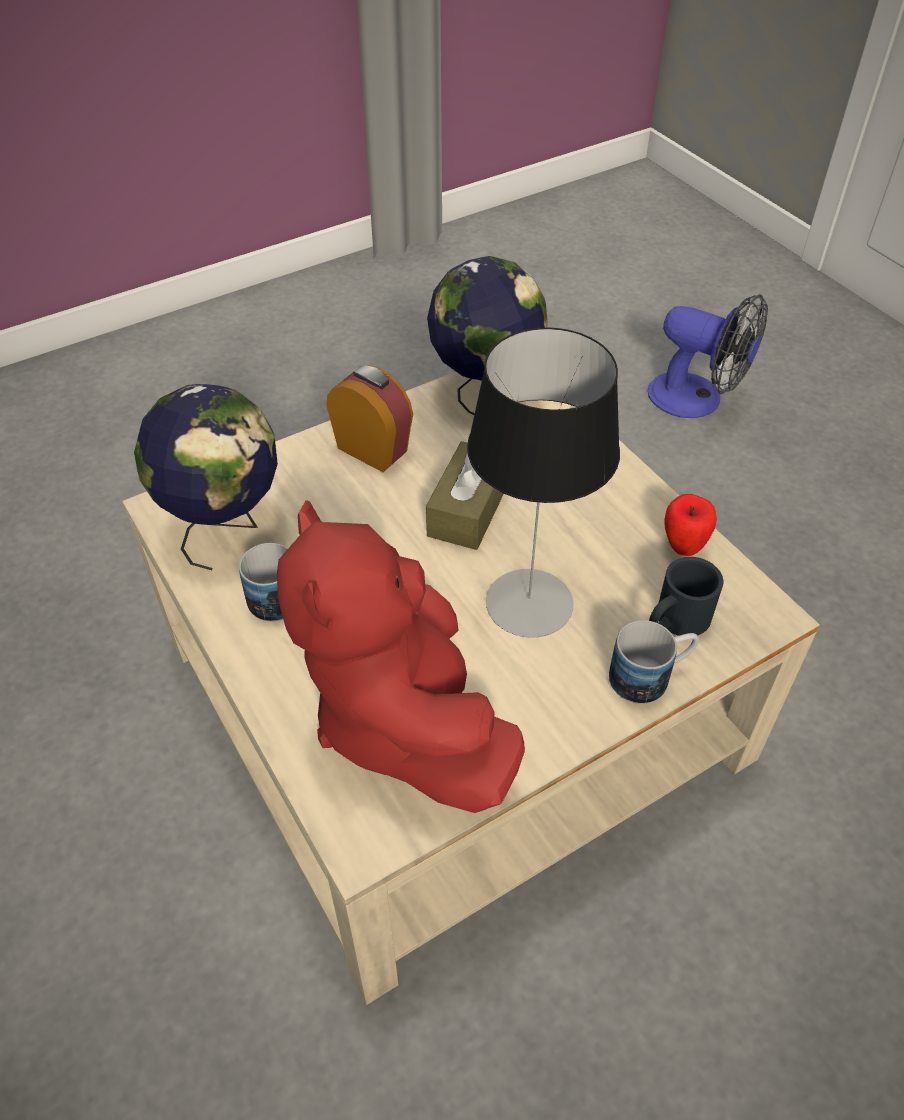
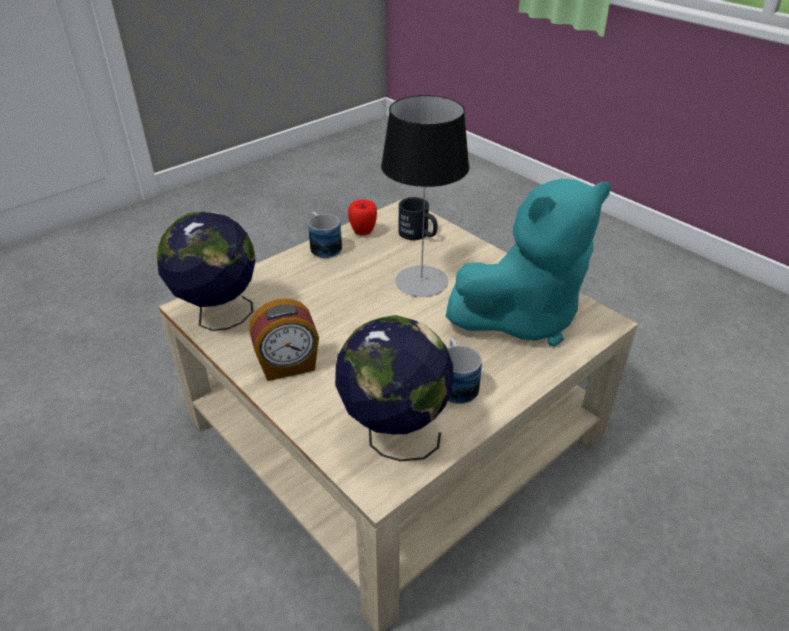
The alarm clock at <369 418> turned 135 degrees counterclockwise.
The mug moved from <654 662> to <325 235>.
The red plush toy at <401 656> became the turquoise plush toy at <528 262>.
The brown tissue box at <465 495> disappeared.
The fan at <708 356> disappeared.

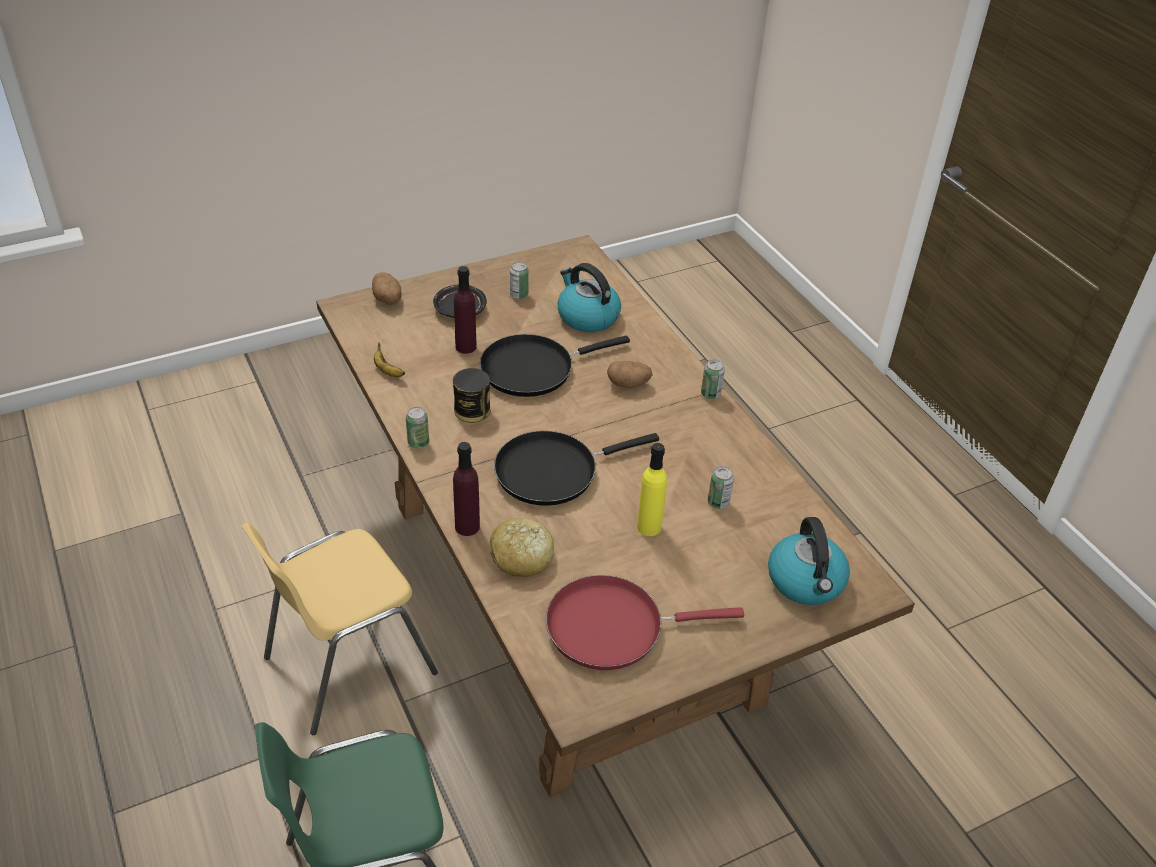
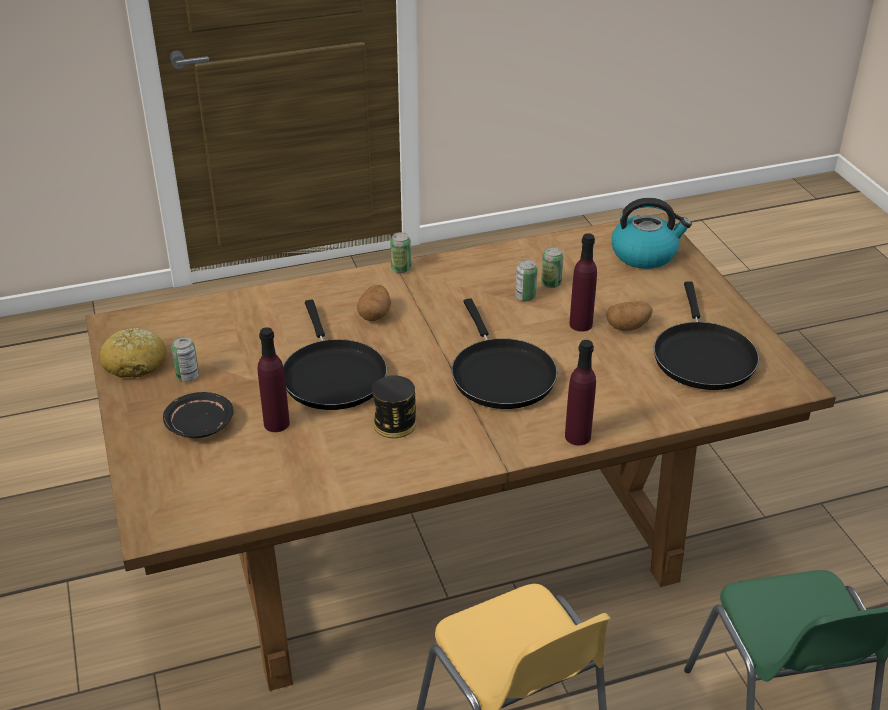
The bread moved from <522 547> to <132 353>.
The can moved from <417 427> to <526 280>.
The yellow bottle at <652 489> became the purple bottle at <583 282>.
The potato moved from <387 288> to <629 316>.
The red frying pan at <645 622> became the black frying pan at <706 335>.
The banana at <389 359> disappeared.
The kettle at <589 297> disappeared.

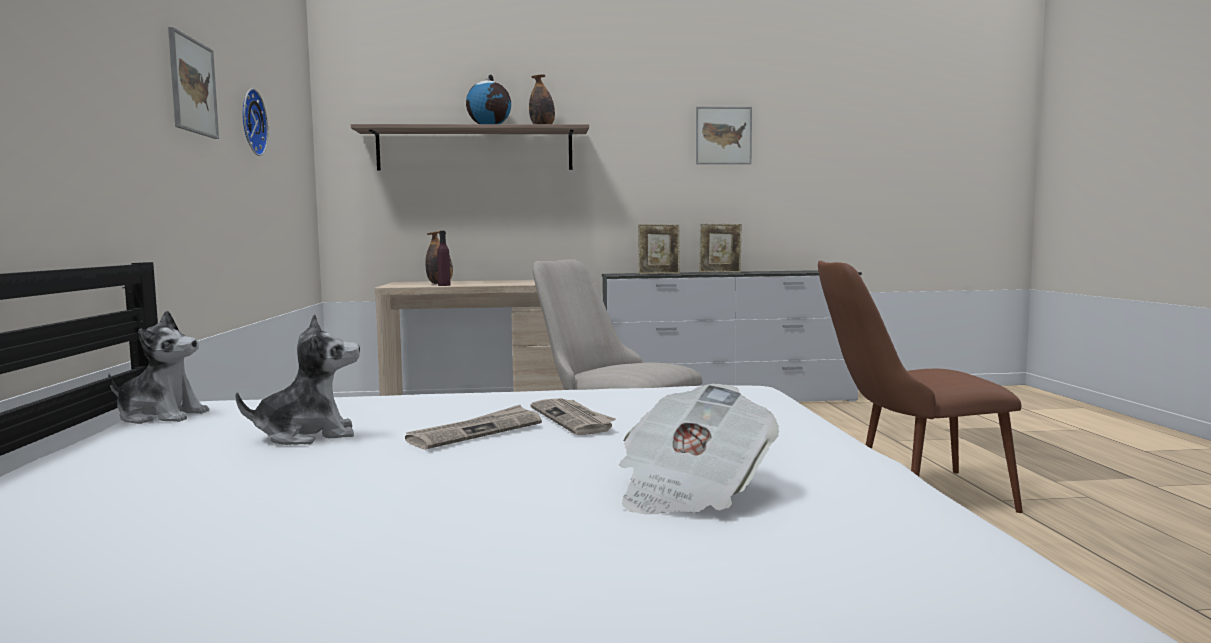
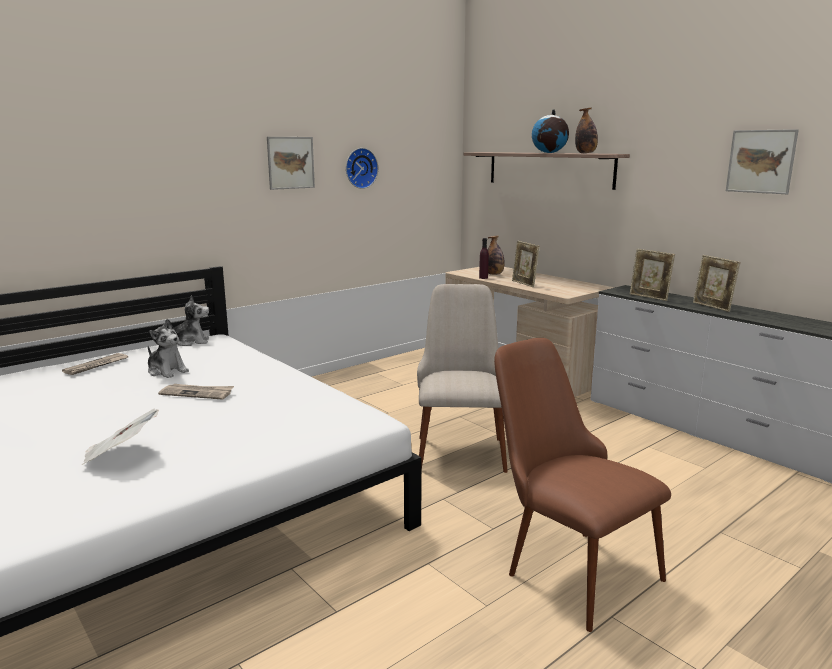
The newspaper moved from <573 416> to <95 364>.
The plush toy at <158 367> turned 75 degrees counterclockwise.
The picture frame at <526 264> appeared.

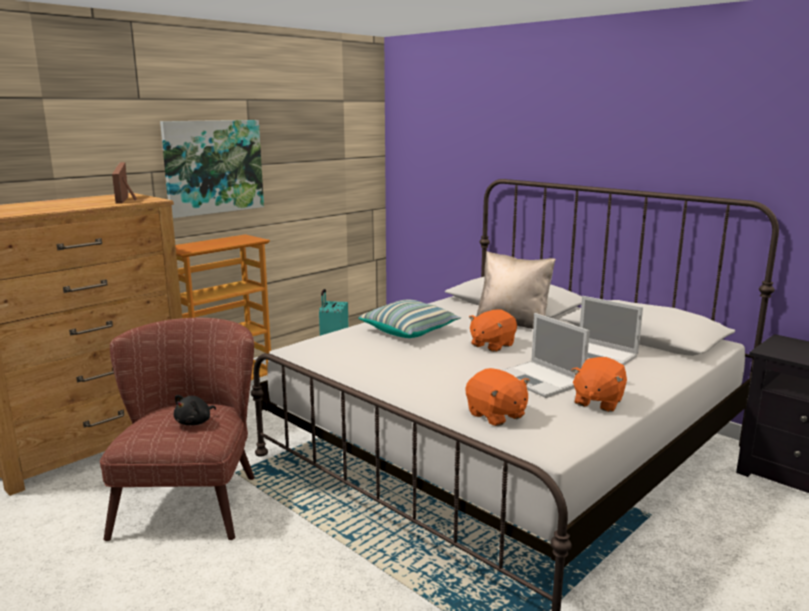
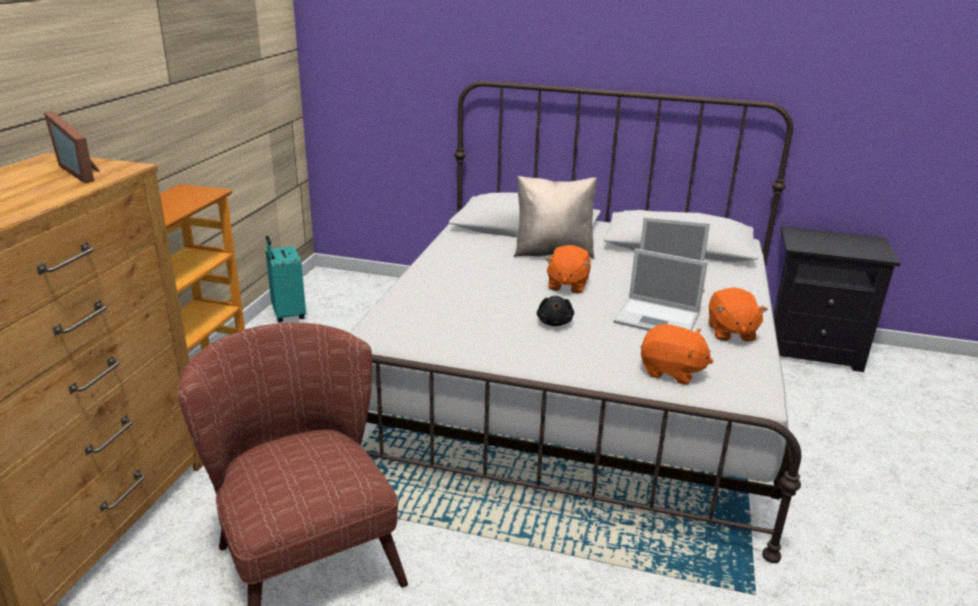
The black plush toy moved from <195 410> to <555 311>.
The picture at <212 169> disappeared.
The pillow at <409 319> disappeared.

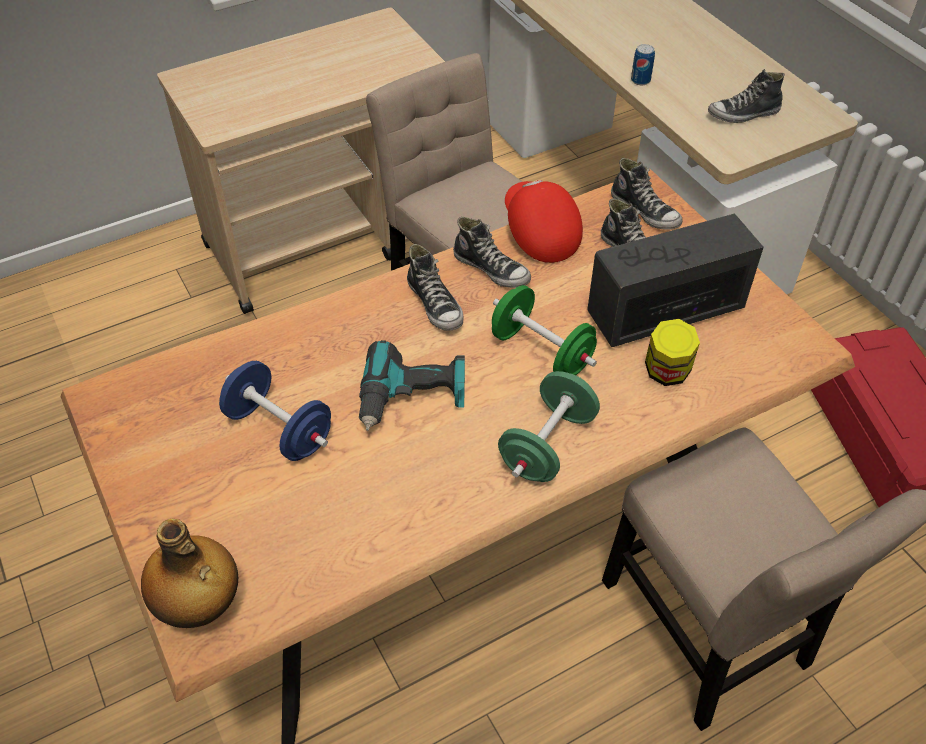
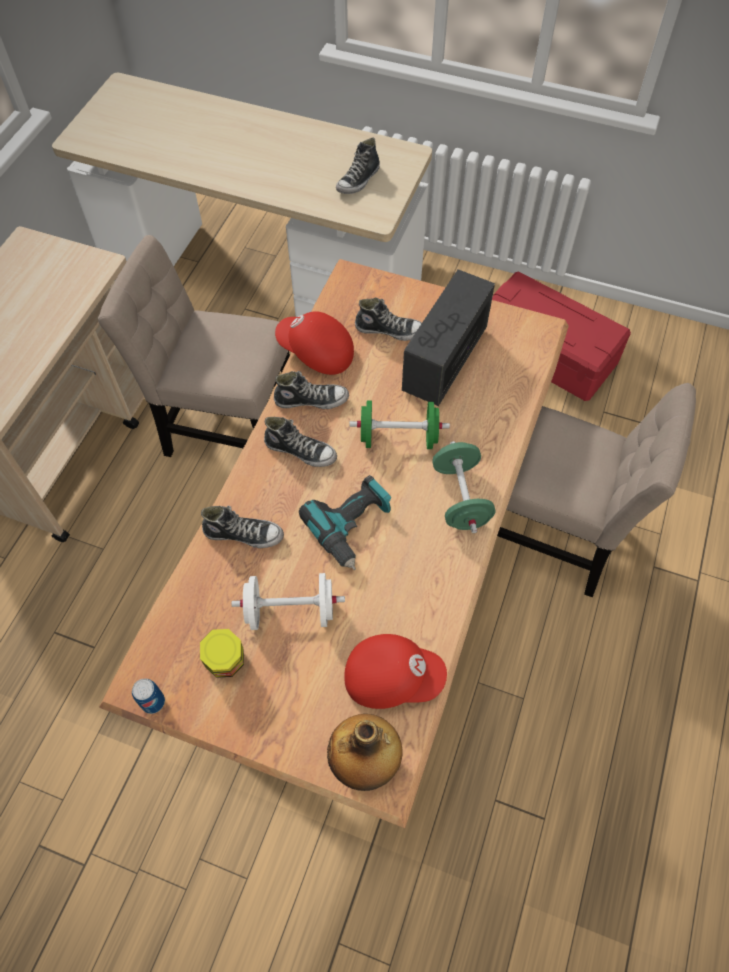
The can moved from <643 64> to <148 696>.
The jar moved from <672 352> to <222 653>.
The shoe moved from <647 194> to <242 527>.
The blue dumbbell at <275 411> became the white dumbbell at <288 601>.
The red cap at <395 671> appeared.

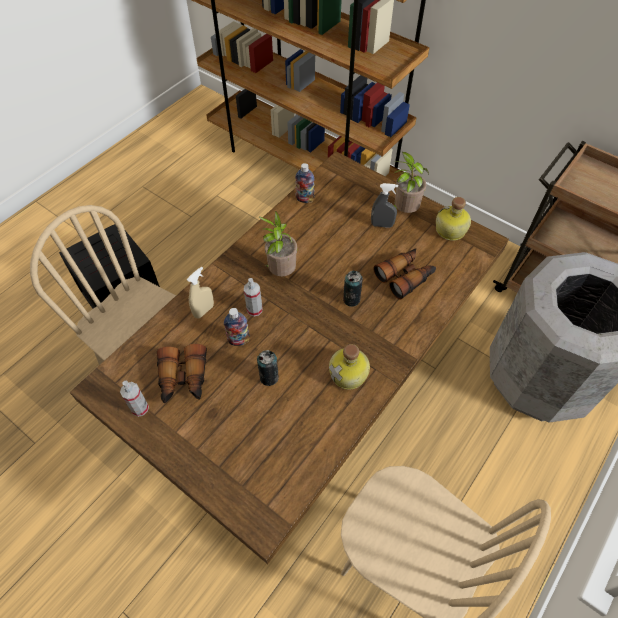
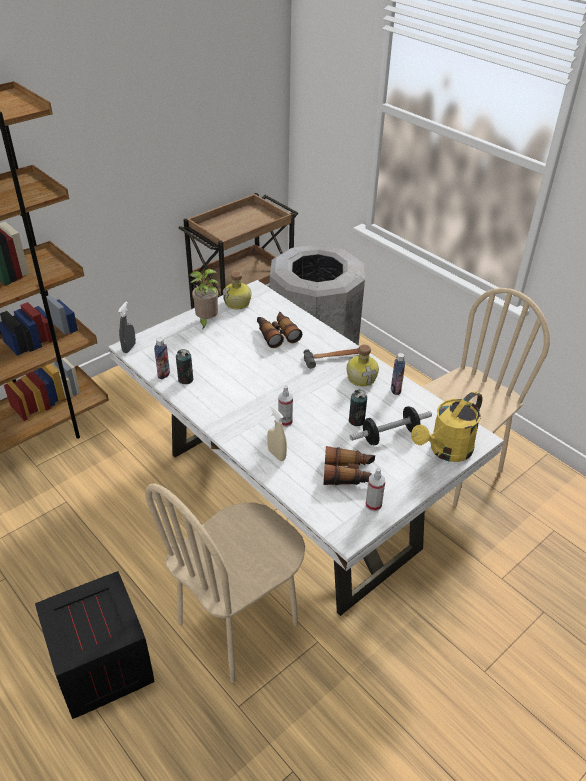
The brown dining table at <289 357> became the white dining table at <306 448>.
The grey spray bottle moved from <384 205> to <127 327>.
The can moved from <353 289> to <184 366>.
The hammer at <331 358> appeared.
The dumbbell at <391 425> appeared.
The bottle moved from <237 327> to <398 374>.
The yellow watering can at <447 426> appeared.
The potted plant at <278 243> disappeared.

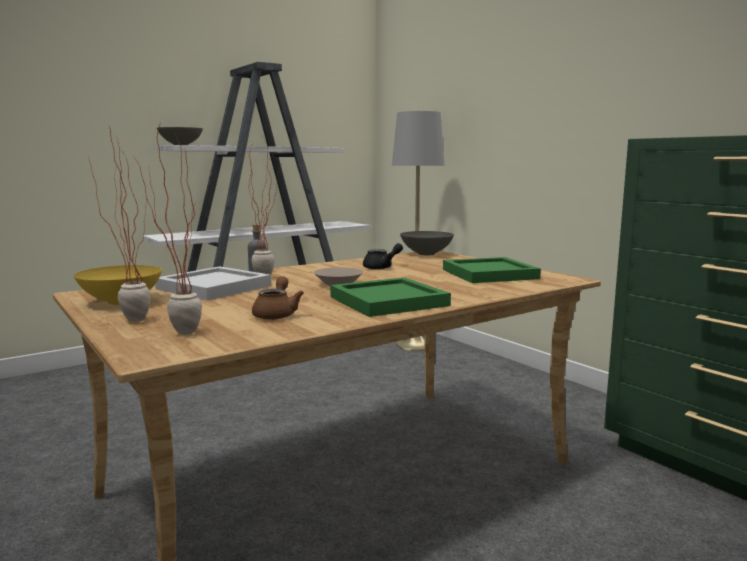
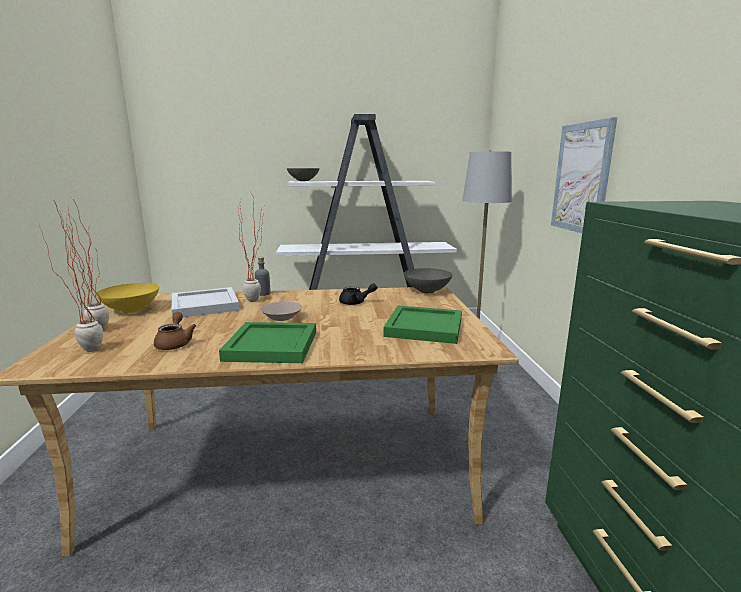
The brown teapot at <278 298> turned 45 degrees counterclockwise.
The picture at <584 175> appeared.

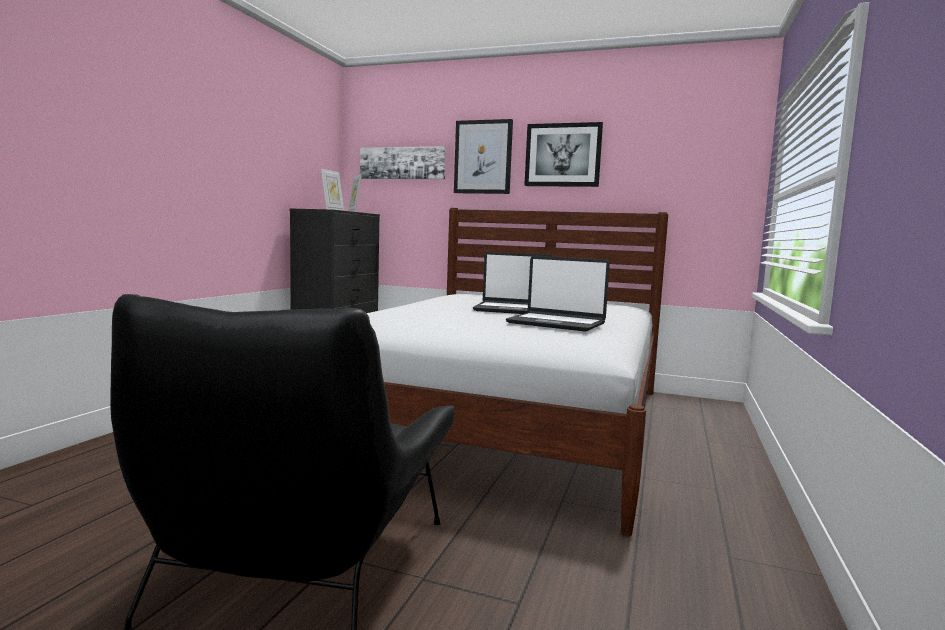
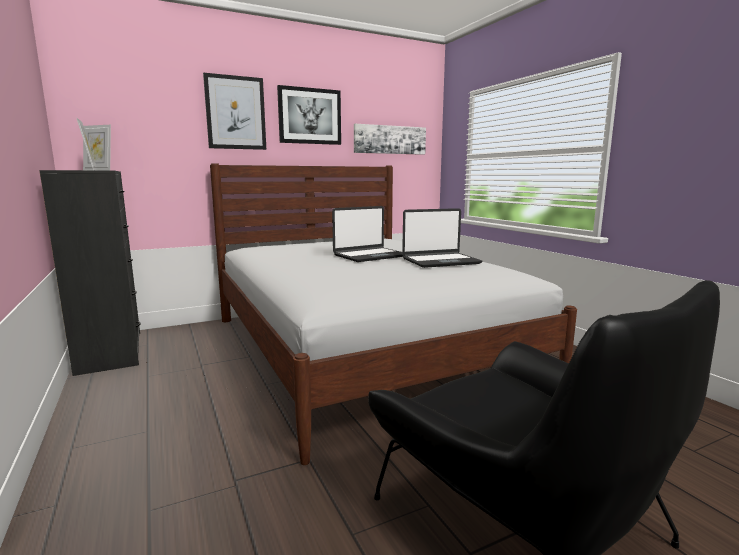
The picture moved from <403 162> to <390 139>.

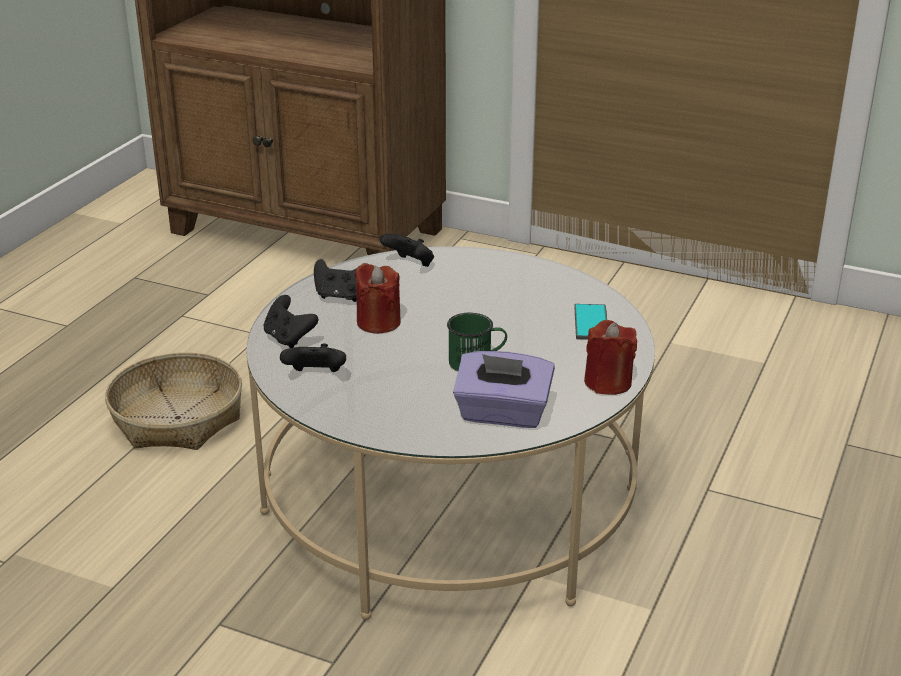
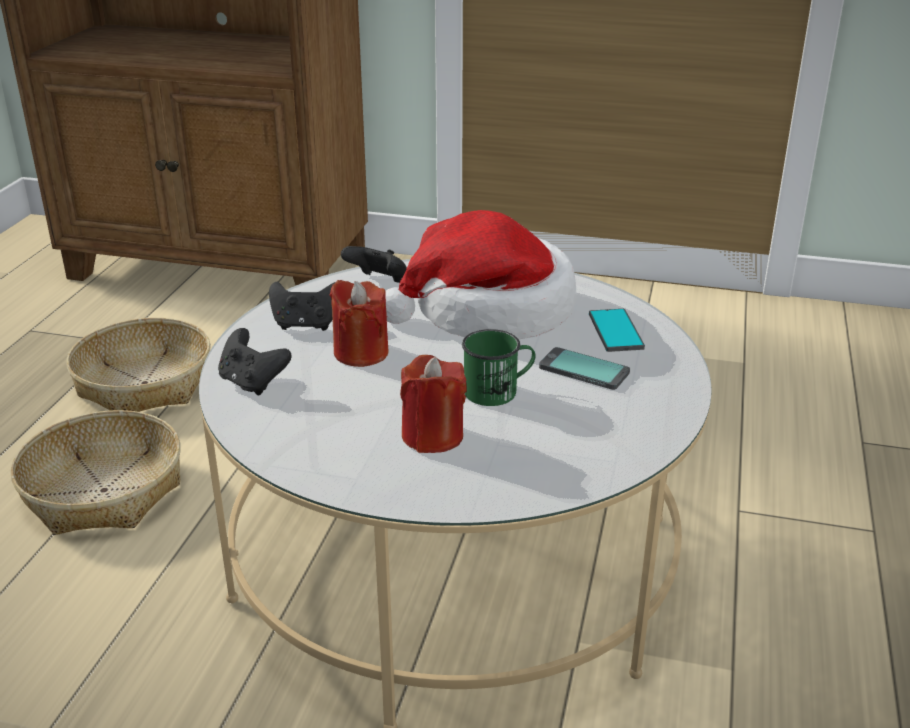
The basket at <138 365> appeared.
The hat at <481 274> appeared.
The red candle moved from <610 357> to <433 404>.
The phone at <584 368> appeared.
The black game controller at <313 358> disappeared.
The purple tissue box at <504 389> disappeared.

